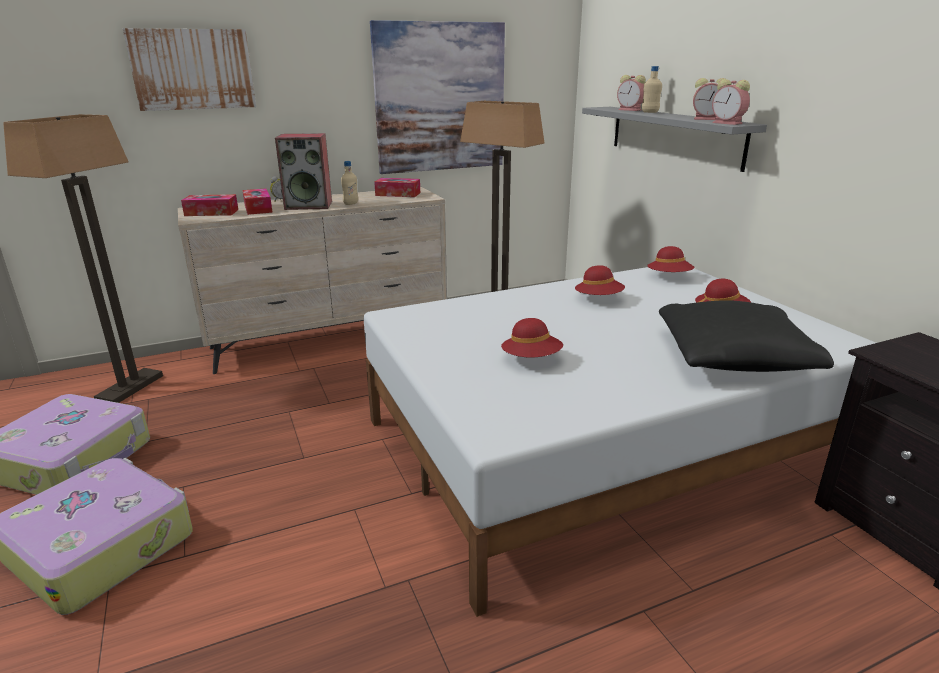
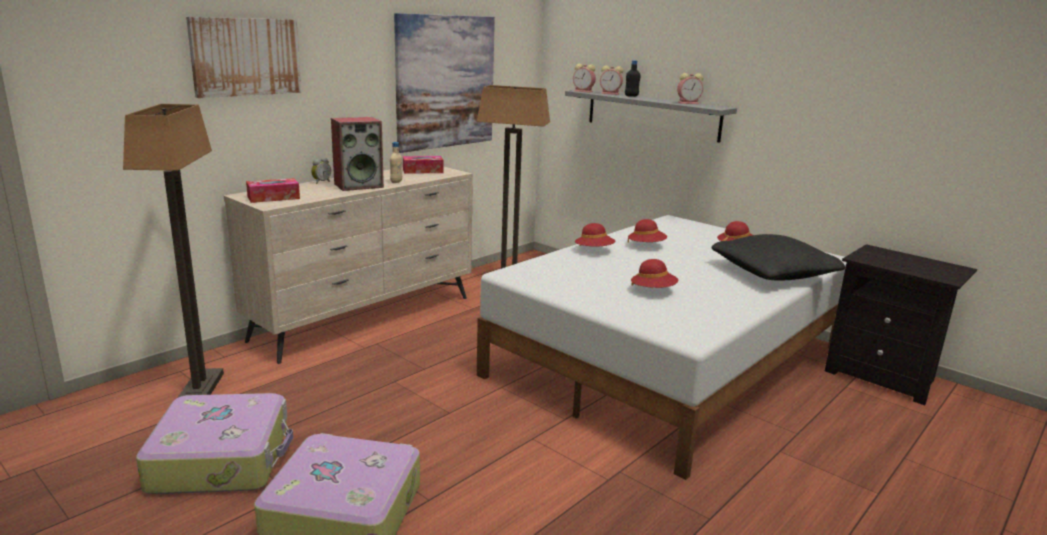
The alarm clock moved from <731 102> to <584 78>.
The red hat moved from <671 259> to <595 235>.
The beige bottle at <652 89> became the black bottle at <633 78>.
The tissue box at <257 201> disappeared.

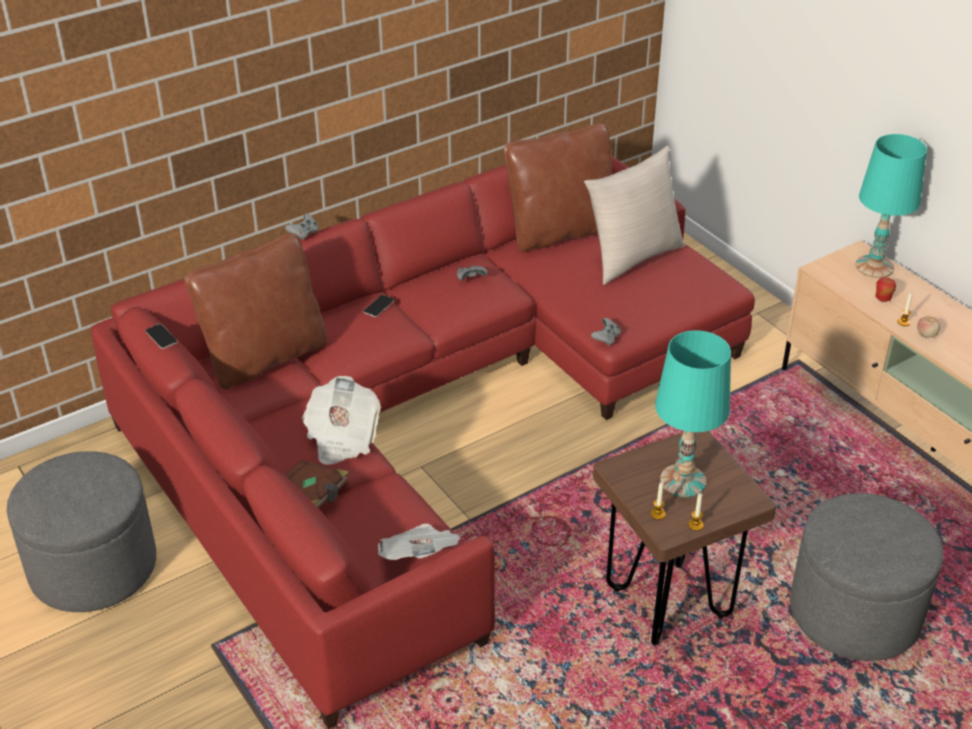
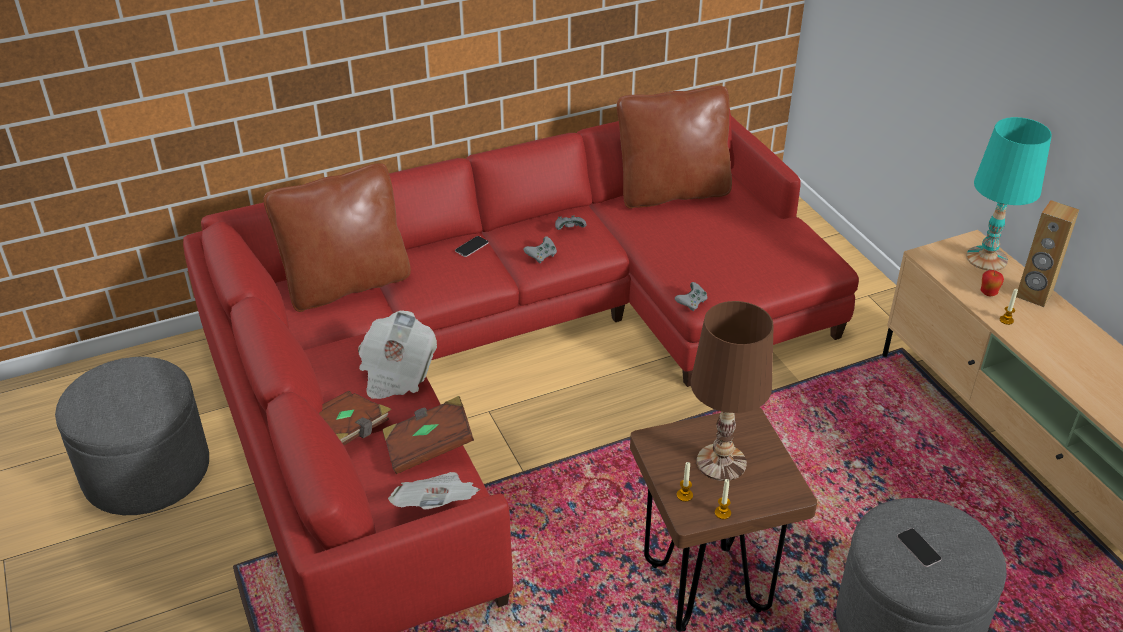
The brown book at <428 435> appeared.
The grey game controller moved from <302 227> to <540 249>.
The turquoise table lamp at <693 413> became the brown table lamp at <732 391>.
The phone moved from <161 336> to <919 547>.
The brown speaker at <1047 253> appeared.
The beige pillow at <634 215> disappeared.
The apple at <928 327> disappeared.

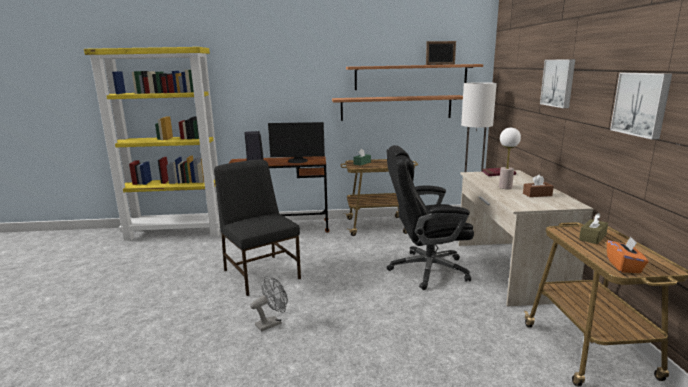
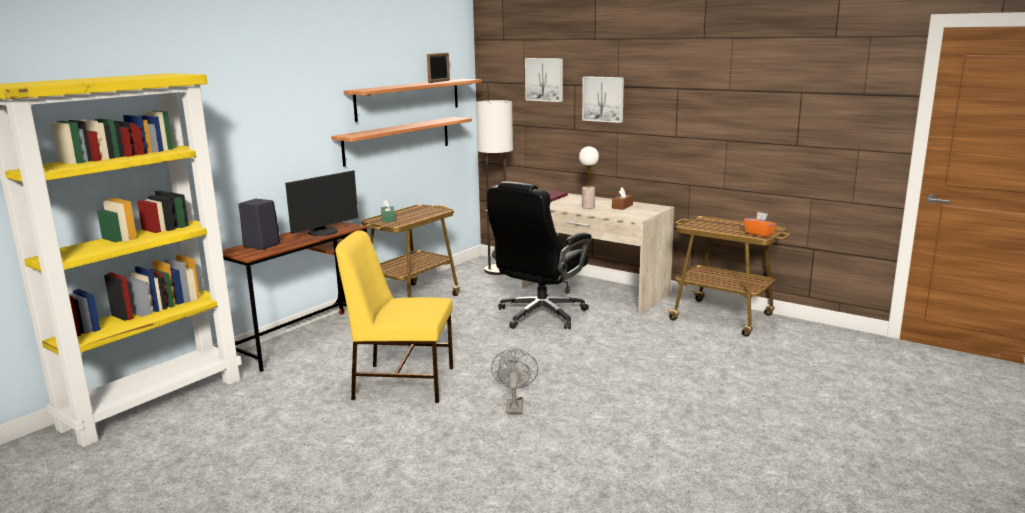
The black chair at <257 228> became the yellow chair at <394 316>.
The picture moved from <641 106> to <544 80>.
The brown tissue box at <593 228> disappeared.

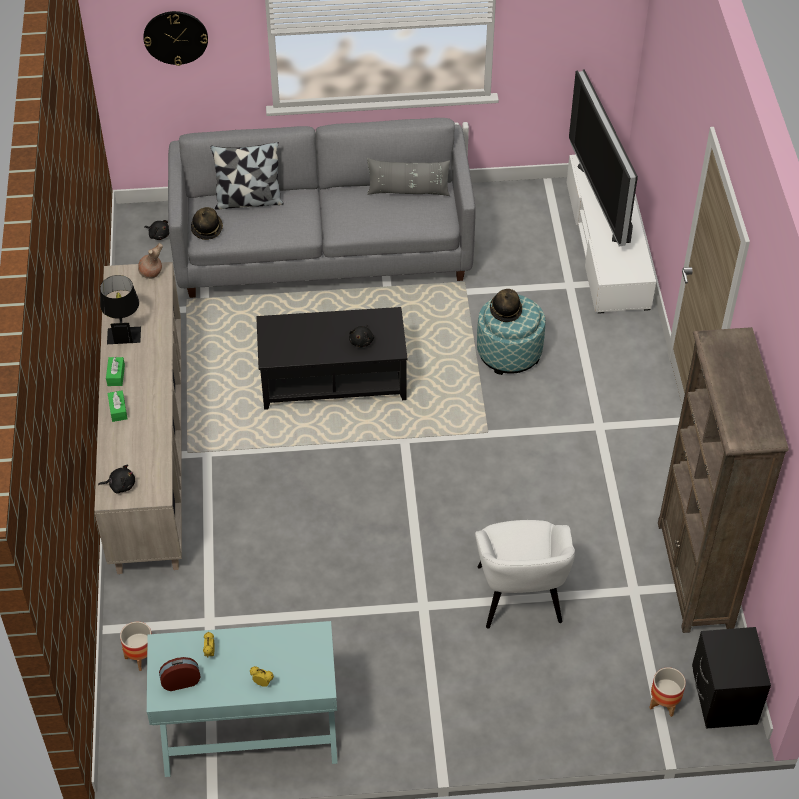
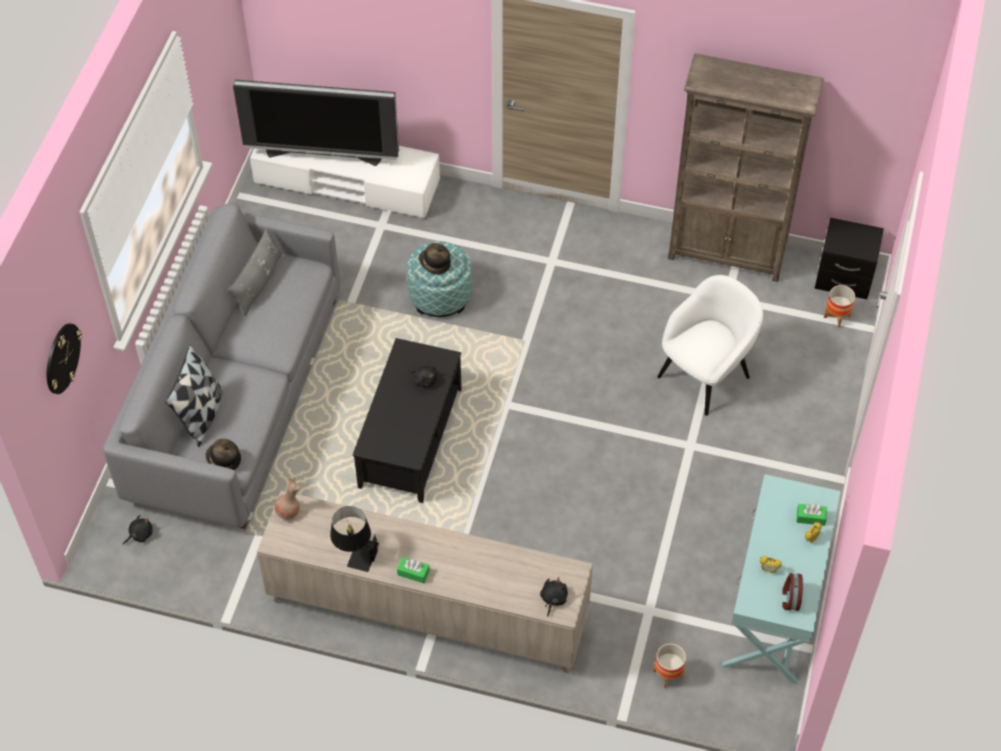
The white armchair at <525 574> turned 60 degrees counterclockwise.
The green tissue box moved from <117 406> to <812 515>.

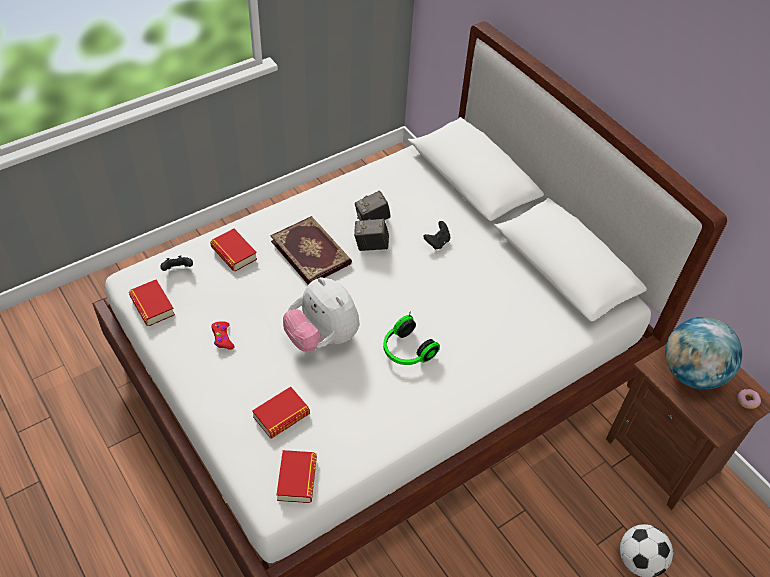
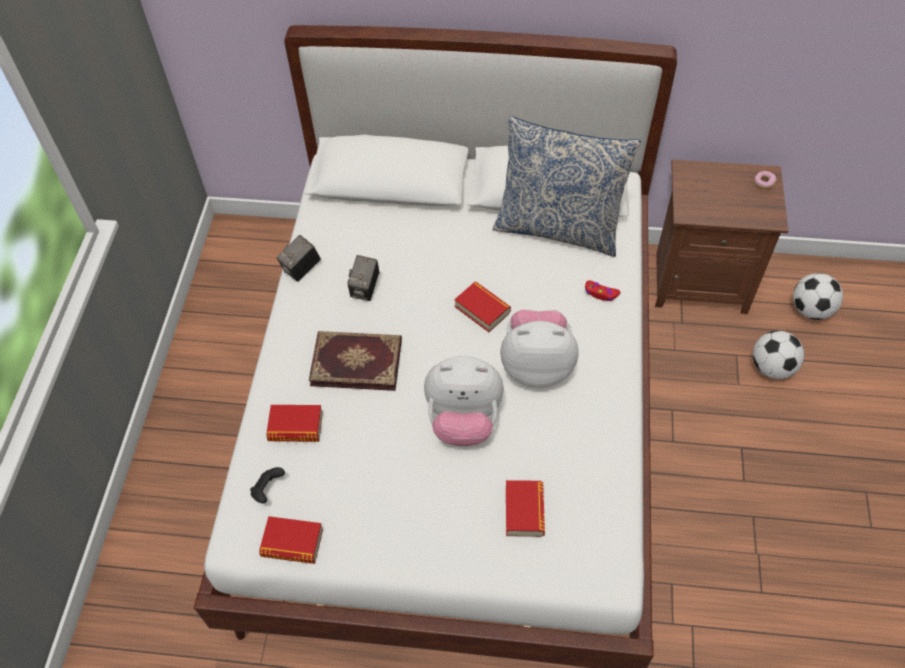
The photo camera moved from <371 235> to <299 258>.
The book moved from <296 476> to <482 307>.
The pillow at <567 186> appeared.
The headphones at <411 338> was replaced by the plush toy at <539 349>.
The red game controller moved from <222 335> to <603 290>.
The football at <818 296> appeared.
The black game controller at <436 235> disappeared.
The globe at <703 353> disappeared.

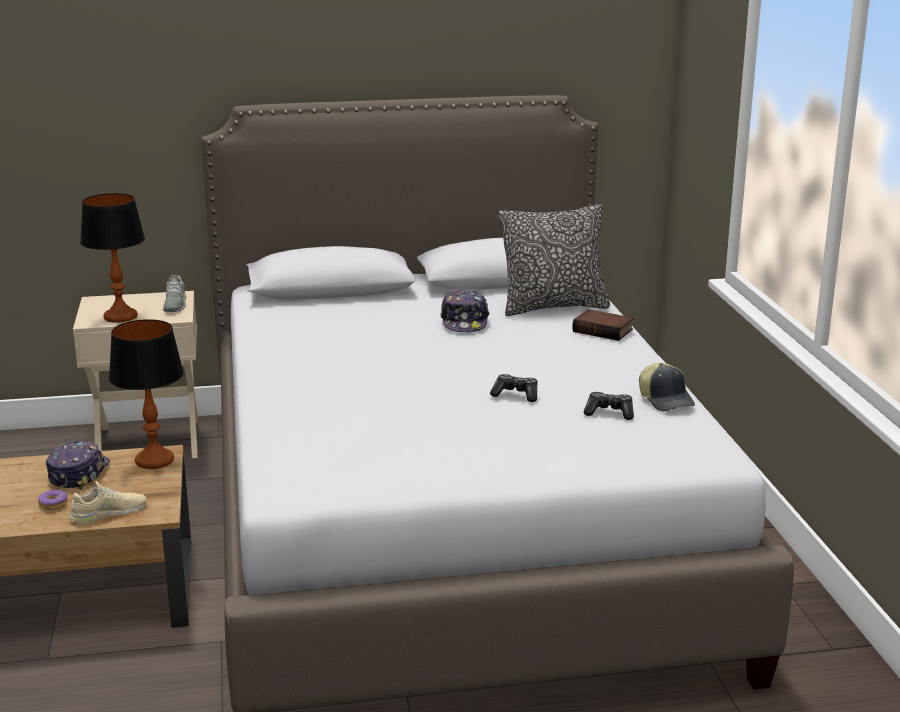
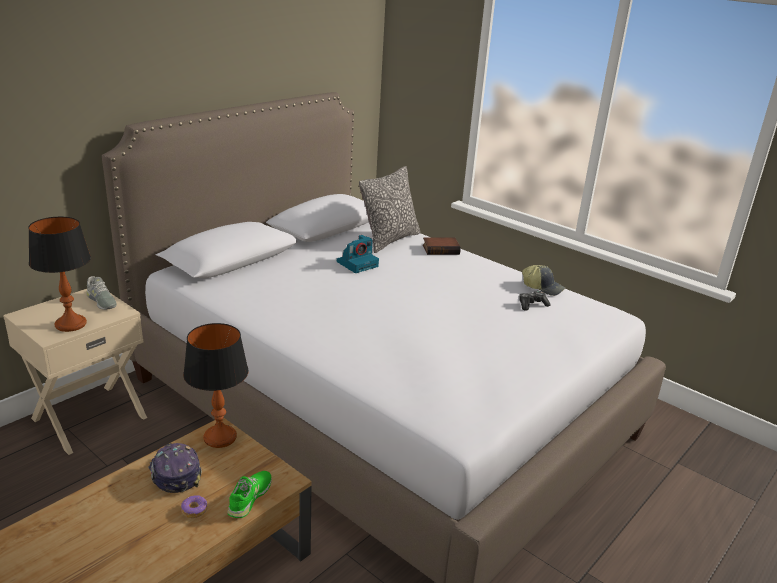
The beige shoe at <108 502> became the green shoe at <249 494>.
The cap at <465 311> was replaced by the photo camera at <358 254>.
The game controller at <514 388> disappeared.

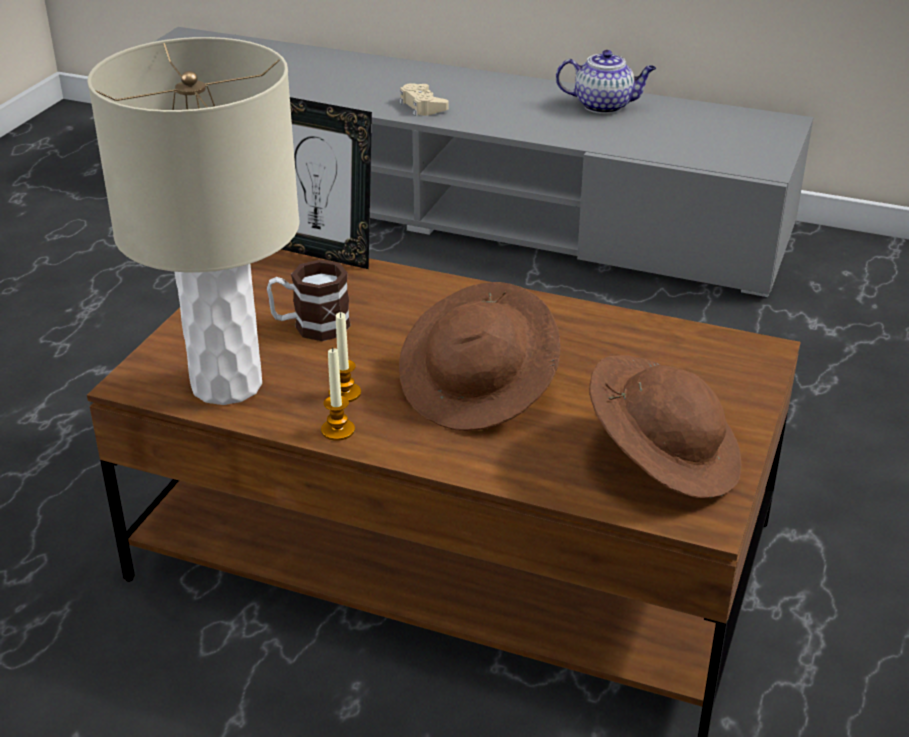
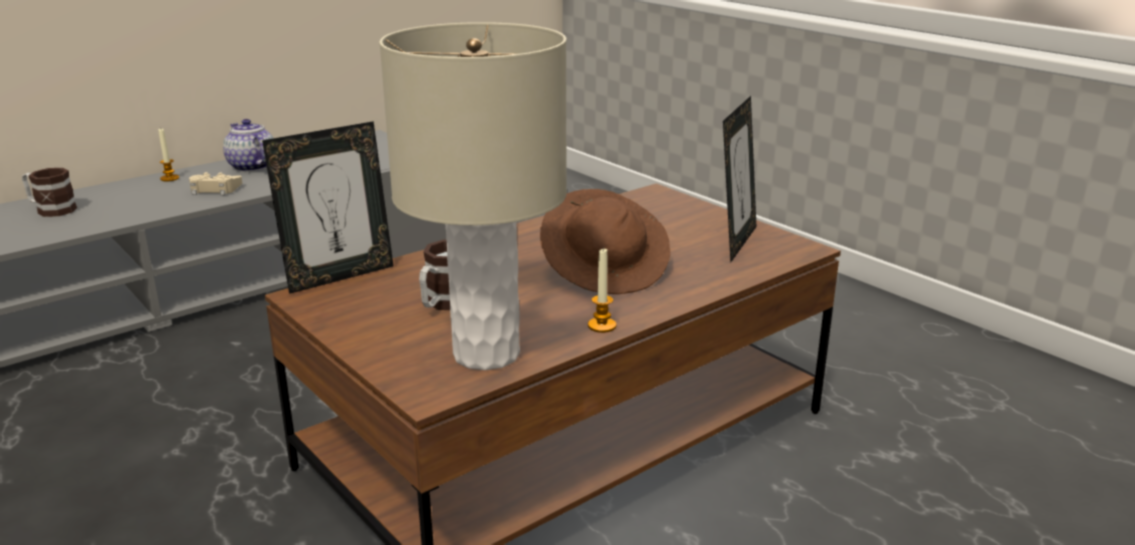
The mug at <49 192> appeared.
The candle moved from <345 357> to <168 155>.
The beige game controller moved from <424 99> to <215 183>.
The teapot at <606 82> turned 75 degrees counterclockwise.
The brown hat at <665 426> was replaced by the picture frame at <740 179>.

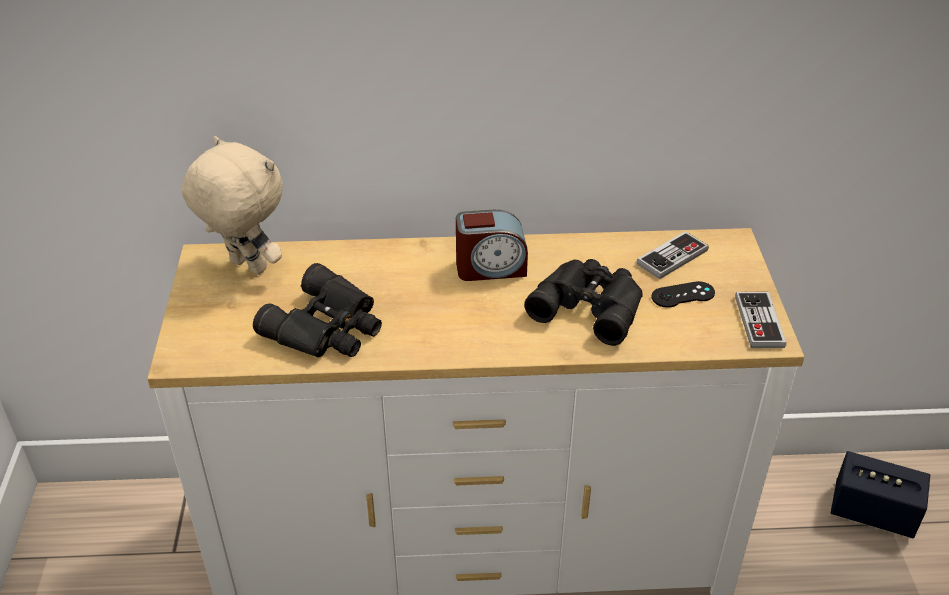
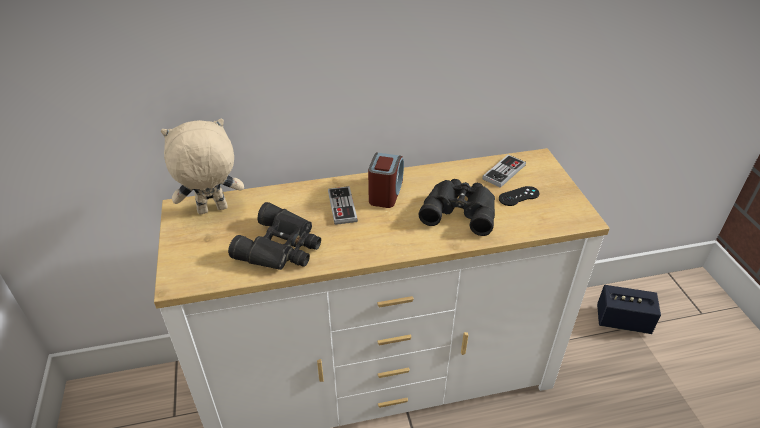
The beige plush toy at <232 205> turned 45 degrees counterclockwise.
The game controller moved from <760 320> to <343 205>.
The alarm clock at <492 245> turned 60 degrees counterclockwise.

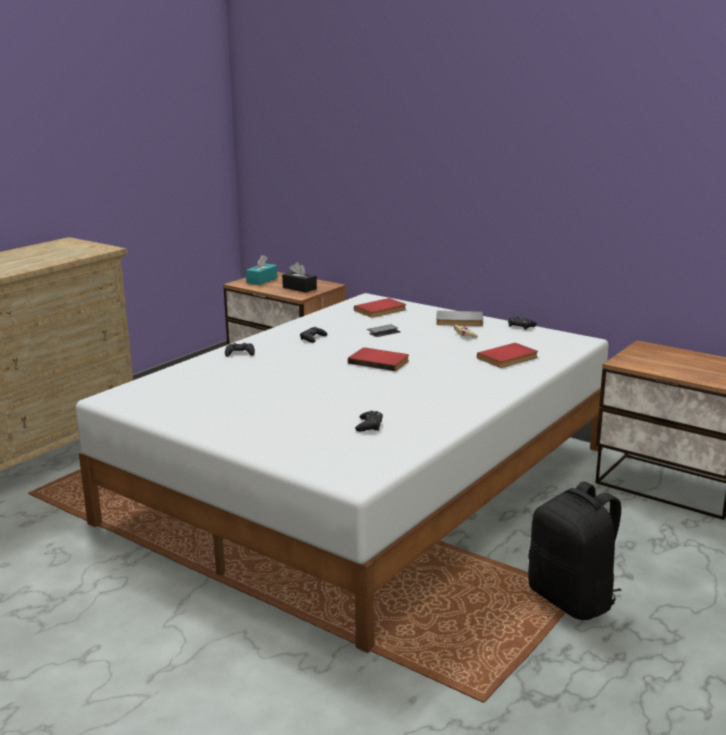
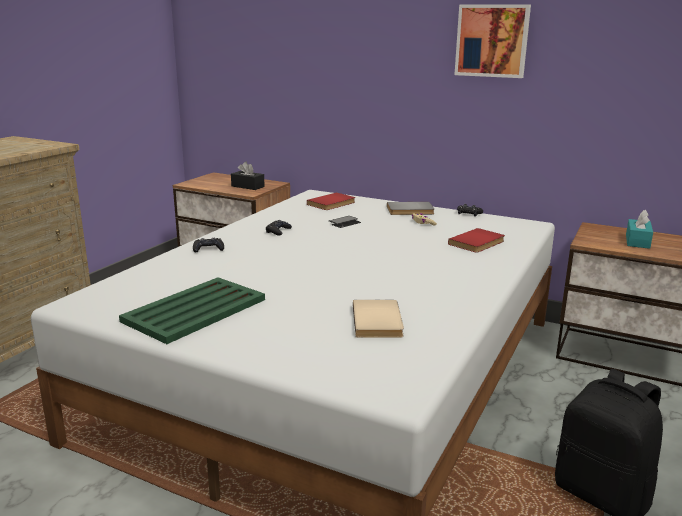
The green tray at <192 310> appeared.
The black game controller at <369 421> was replaced by the beige book at <378 319>.
The picture at <492 41> appeared.
The turquoise tissue box moved from <262 270> to <639 229>.
The red book at <378 359> disappeared.

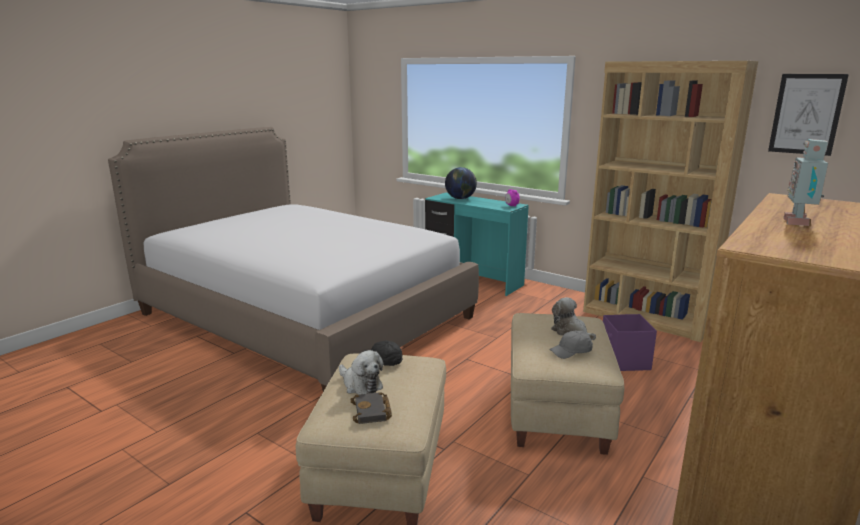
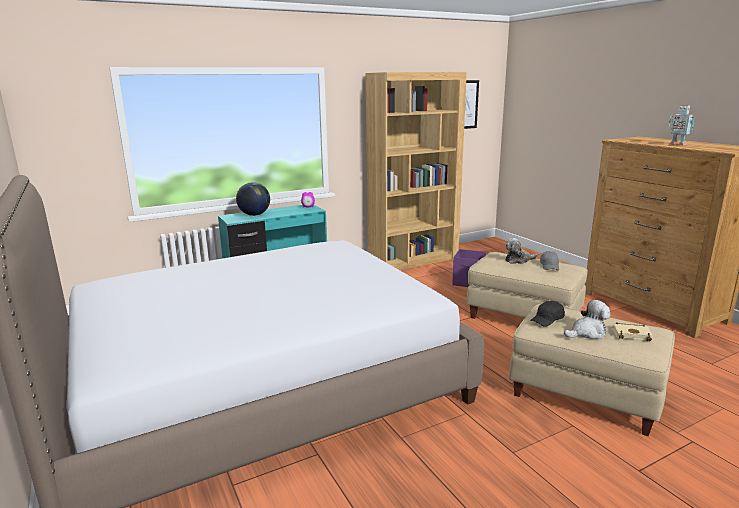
The black book at <371 408> became the beige book at <633 331>.

